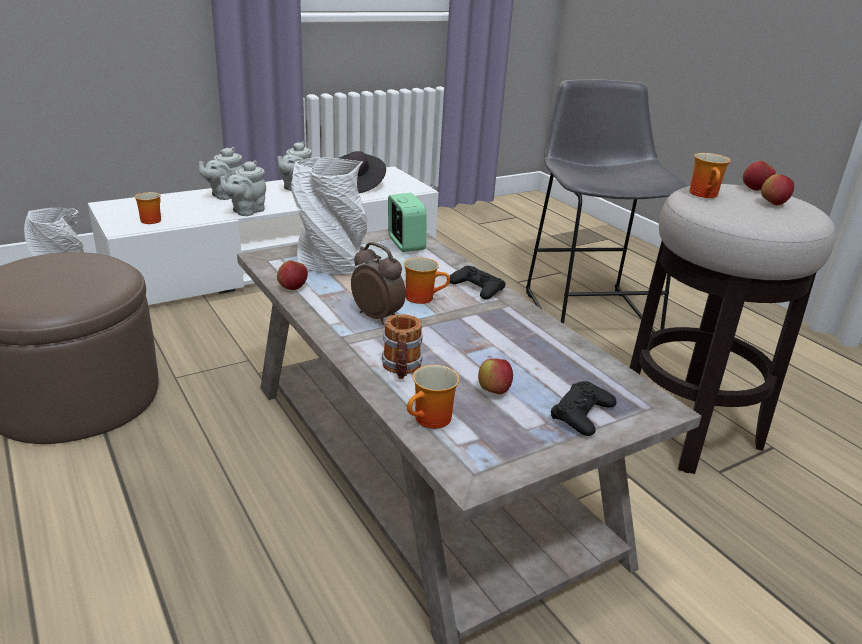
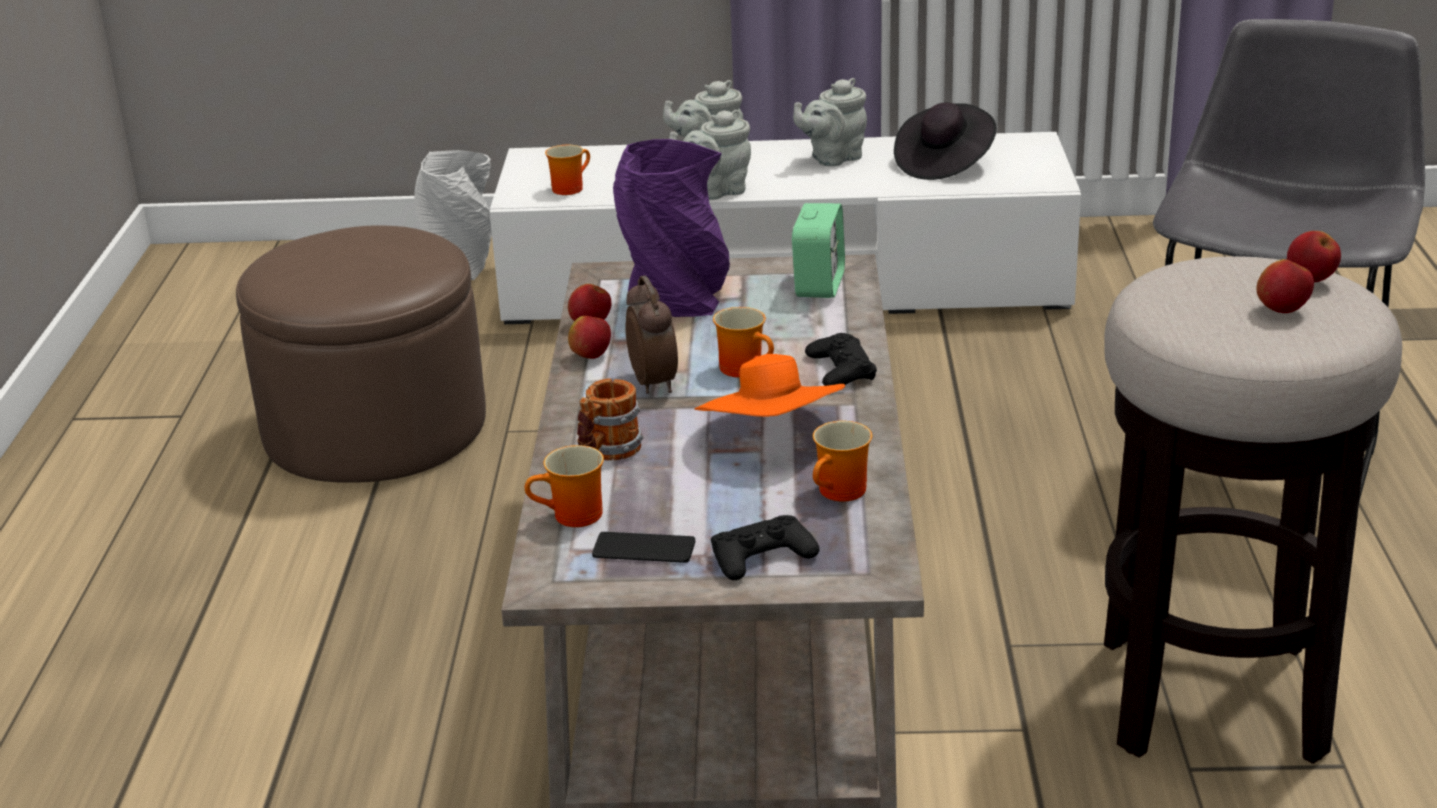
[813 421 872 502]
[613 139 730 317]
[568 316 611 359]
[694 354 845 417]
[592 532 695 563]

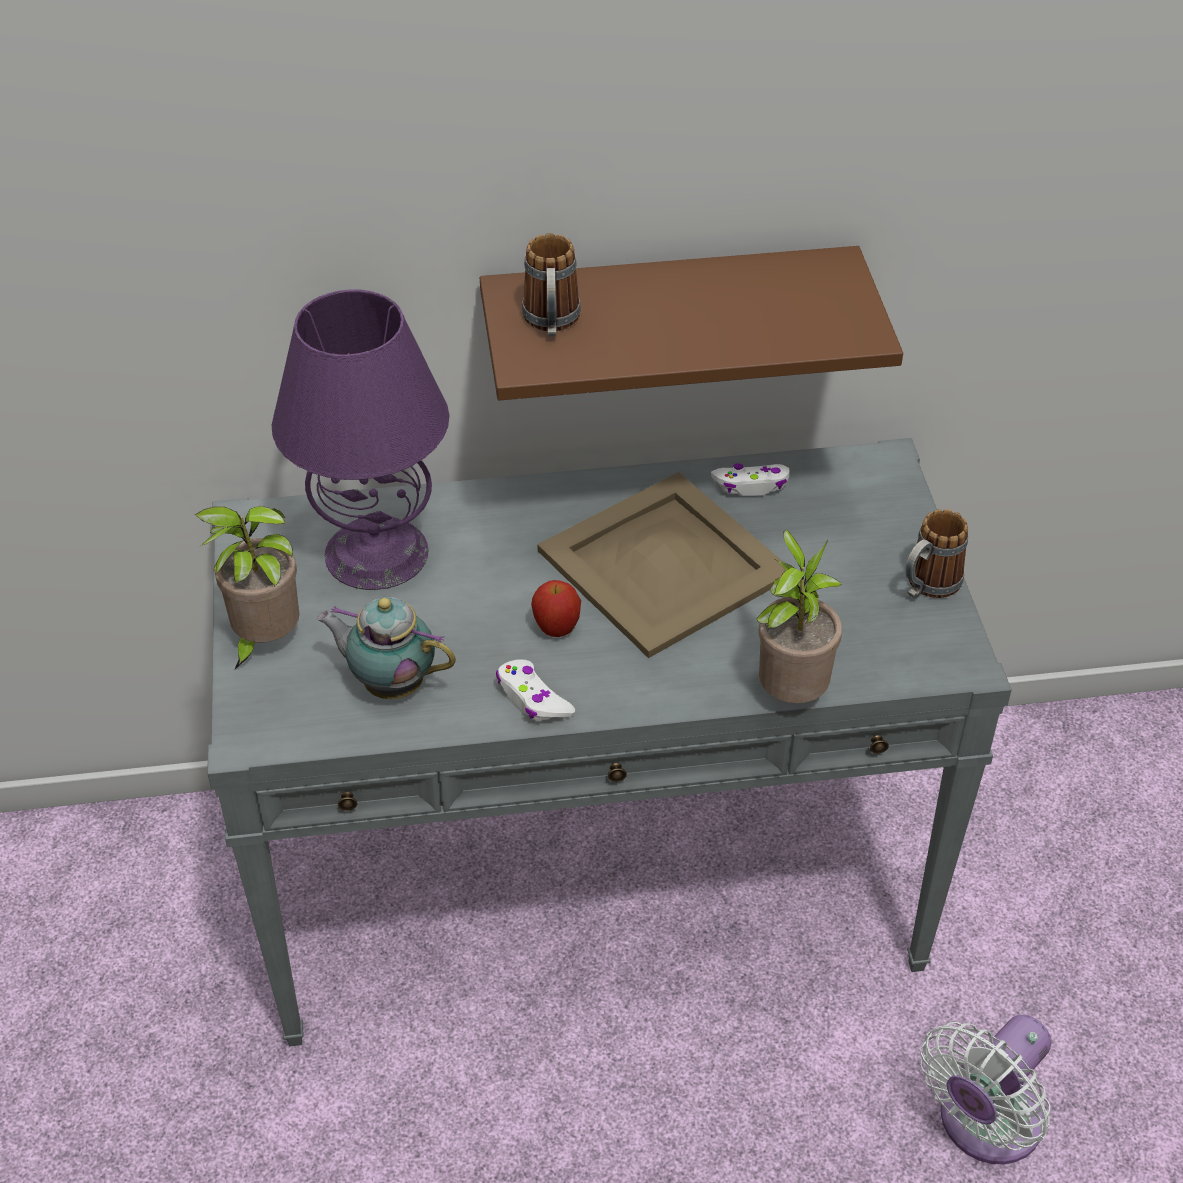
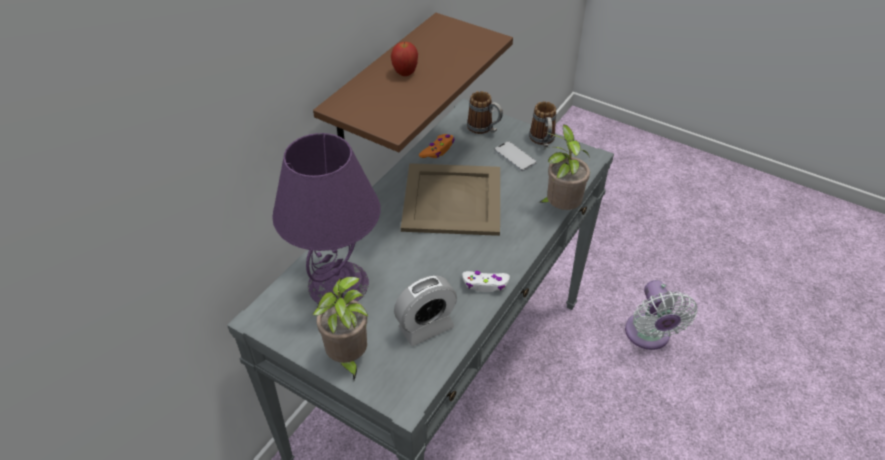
[467 91 503 134]
[419 134 455 158]
[391 42 418 76]
[394 275 457 346]
[494 141 537 171]

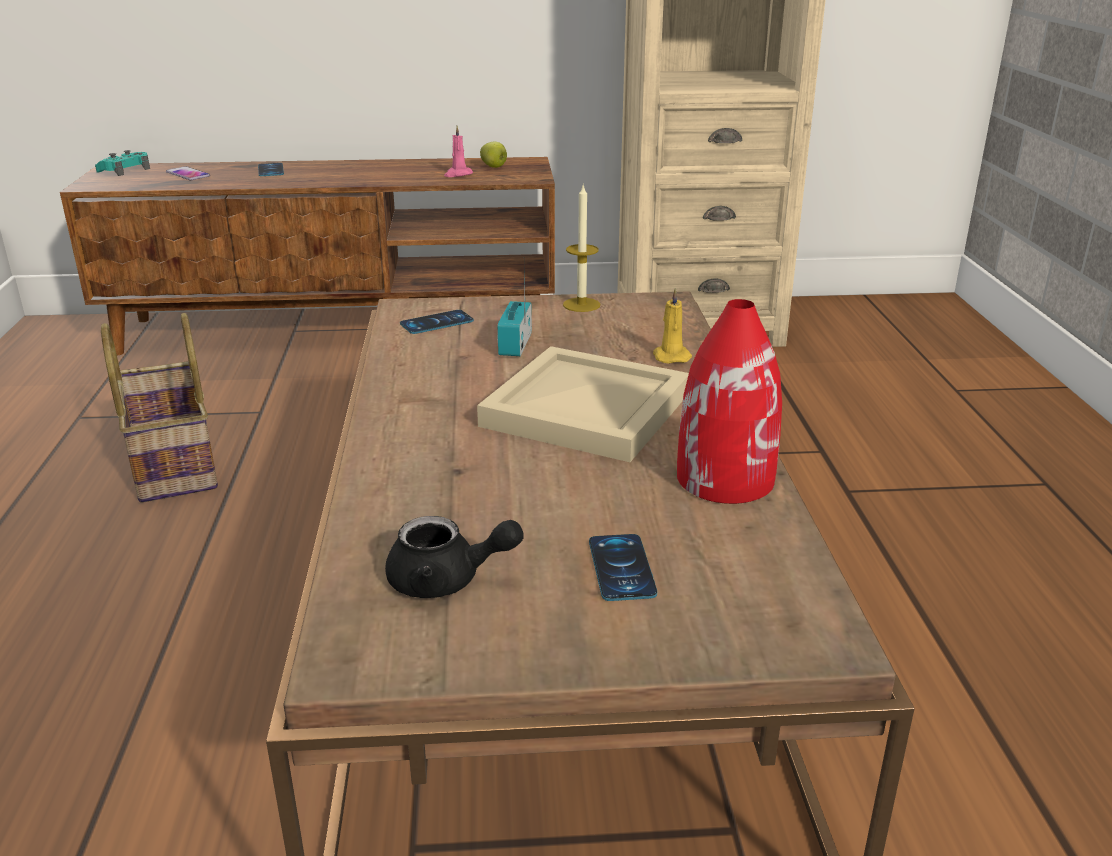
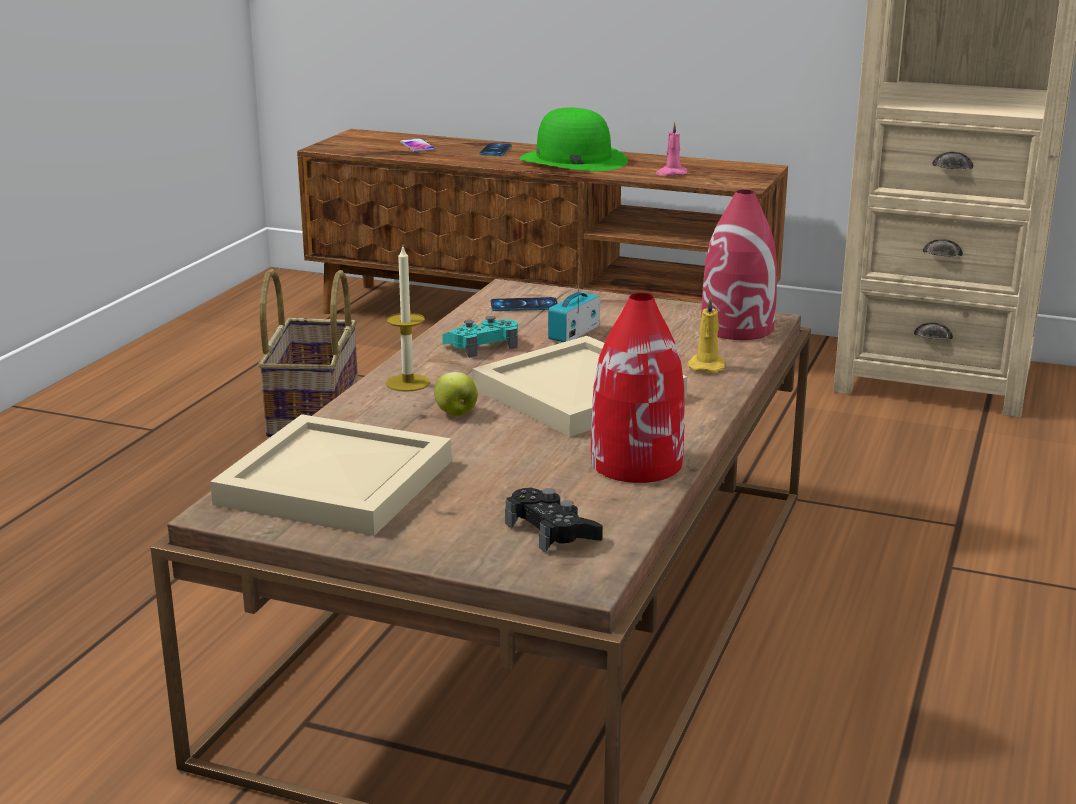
[434 372 478 416]
[442 316 518 358]
[386 247 430 392]
[210 414 452 536]
[589 534 657 601] (first image)
[520 108 628 171]
[701 189 777 340]
[505 487 603 553]

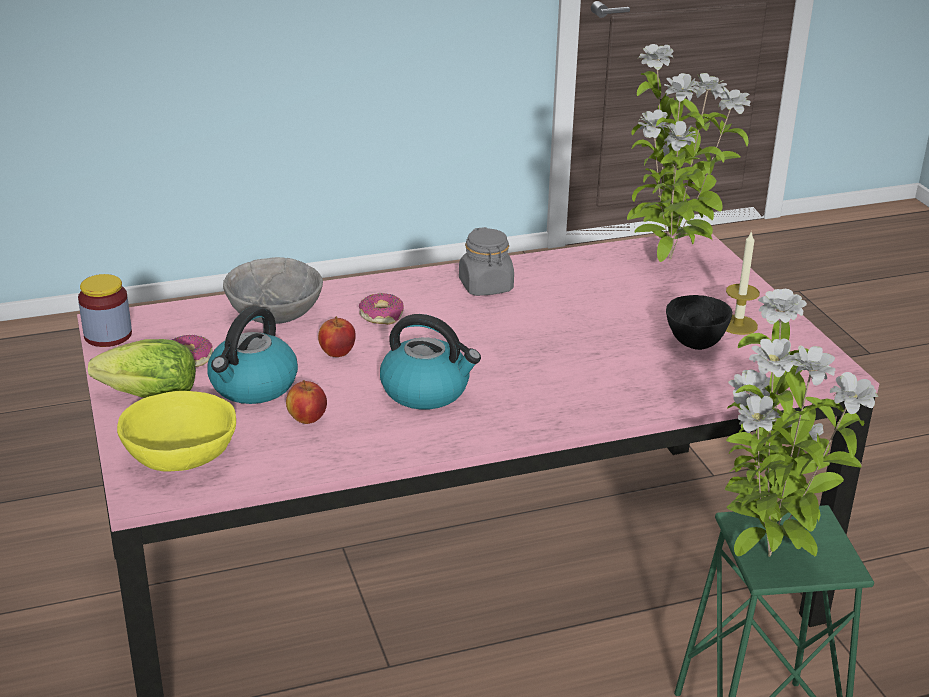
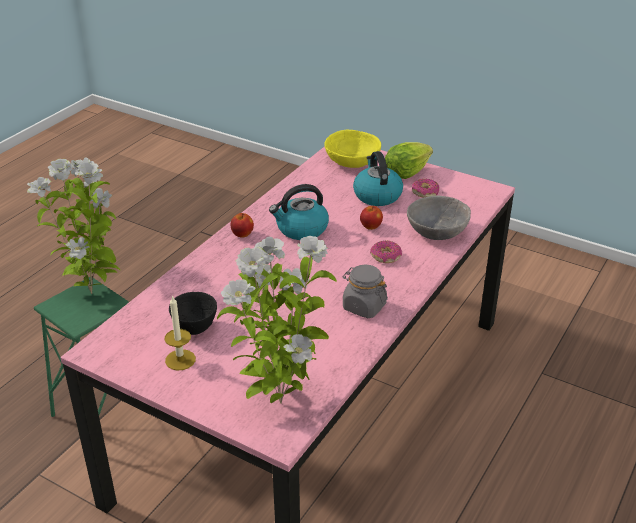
[78 274 132 347] (first image)
[231 213 254 238]

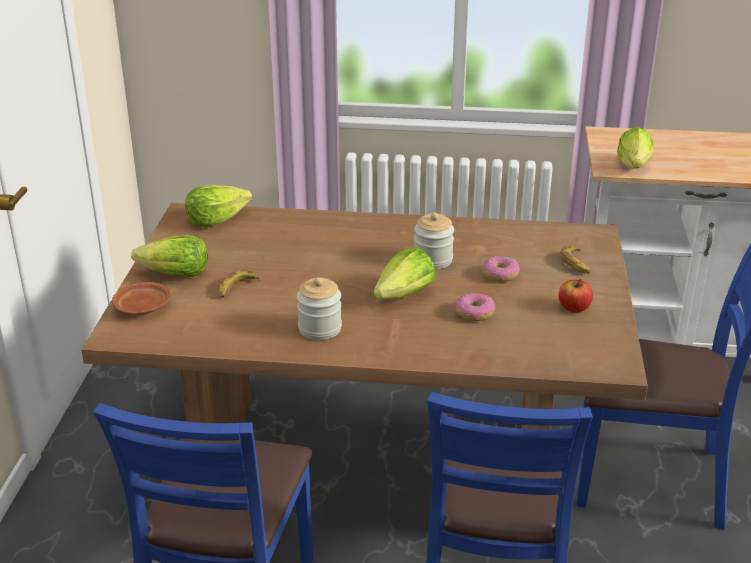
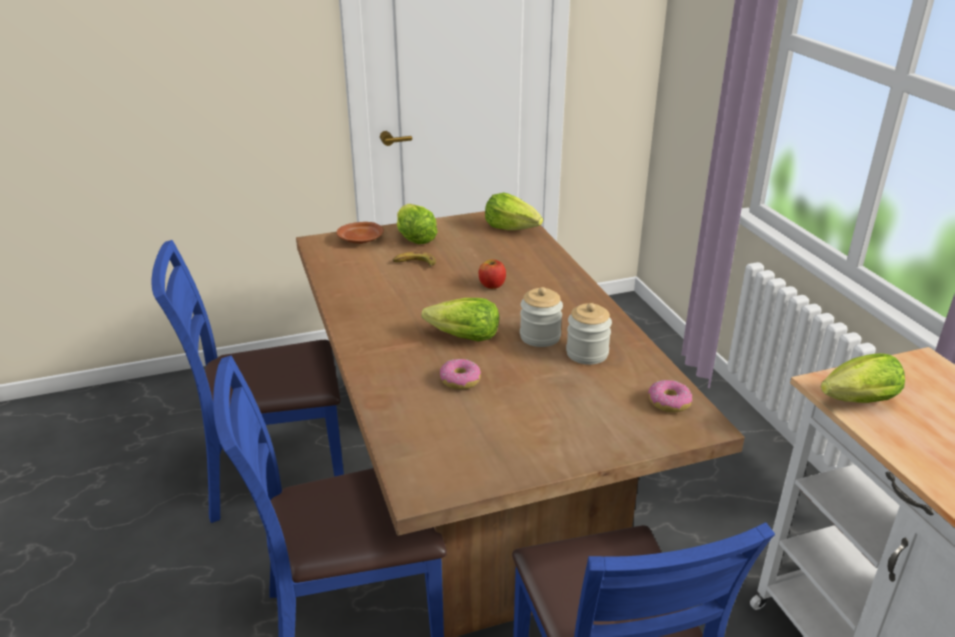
[560 246 591 273] (first image)
[648 380 692 412]
[566 303 612 365]
[479 259 506 289]

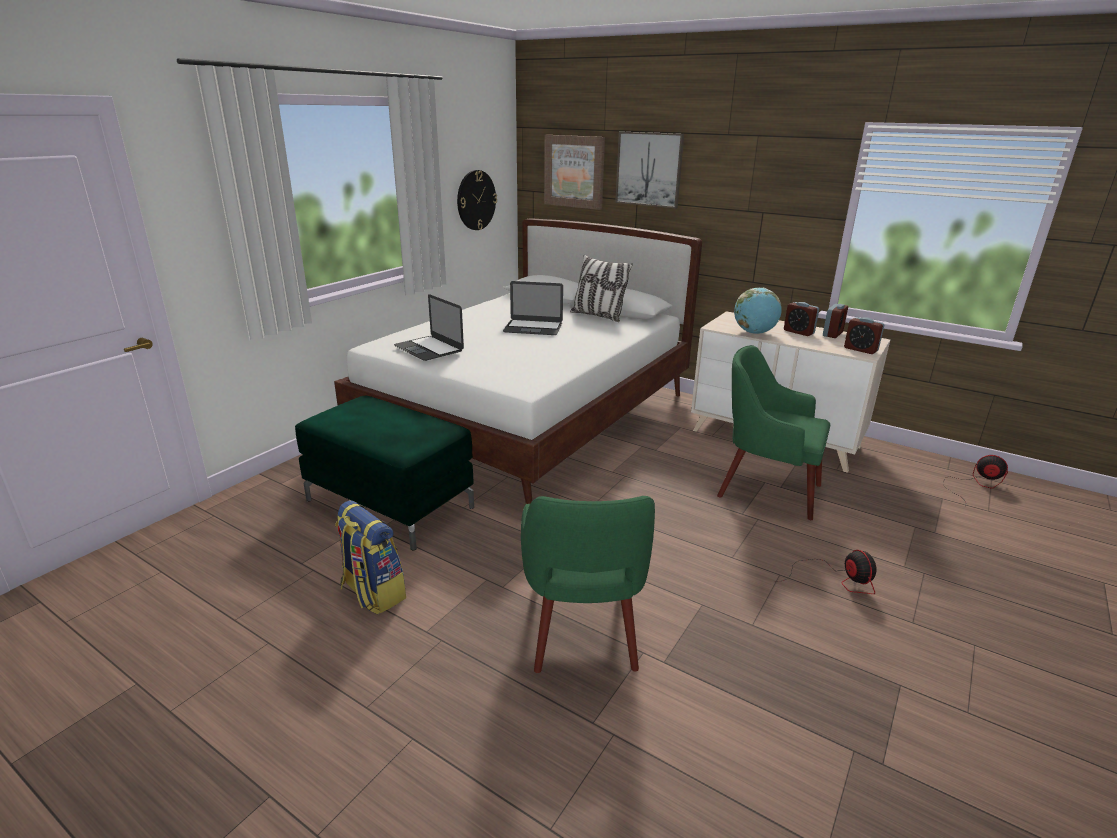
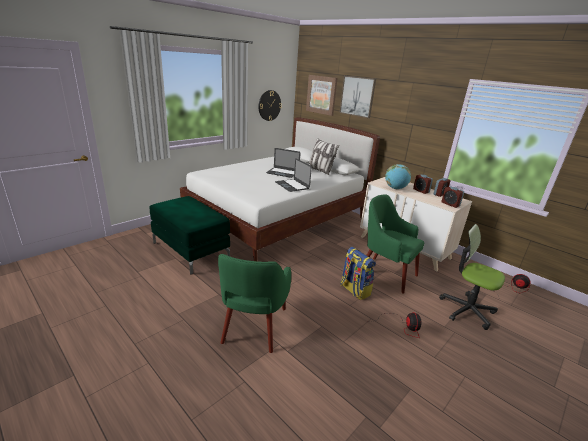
[275 158 312 192]
[340 247 376 300]
[439 224 505 330]

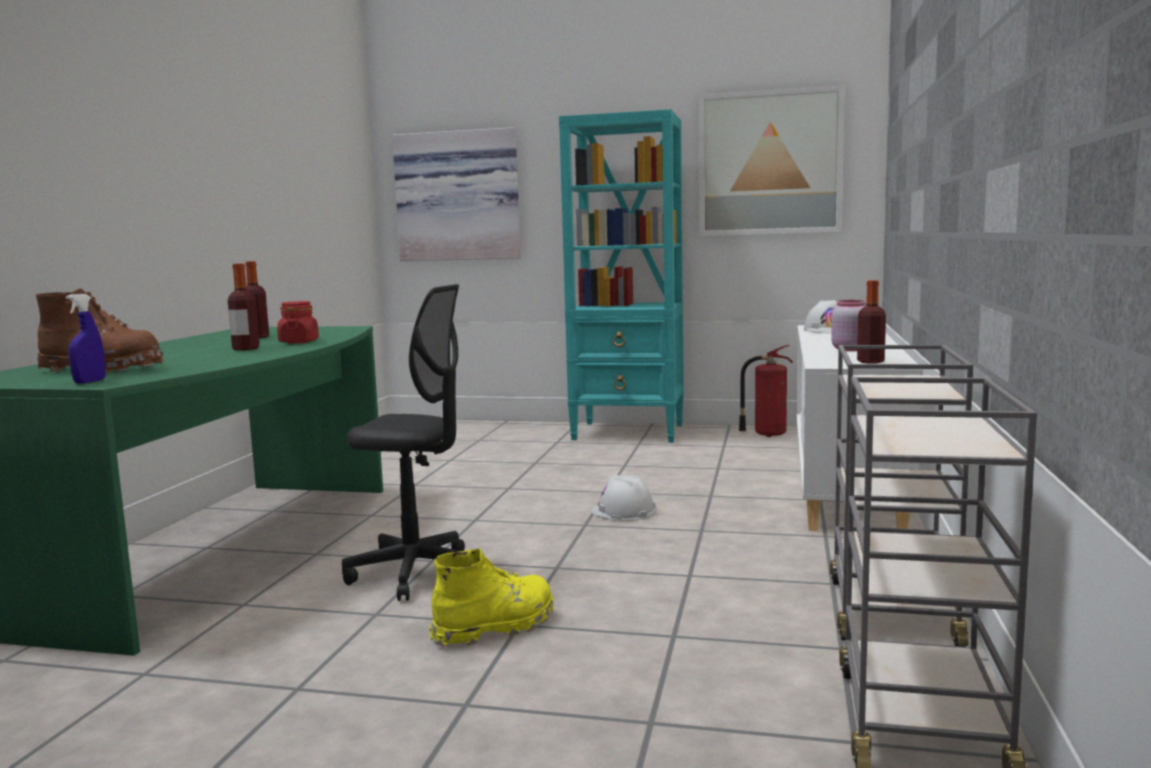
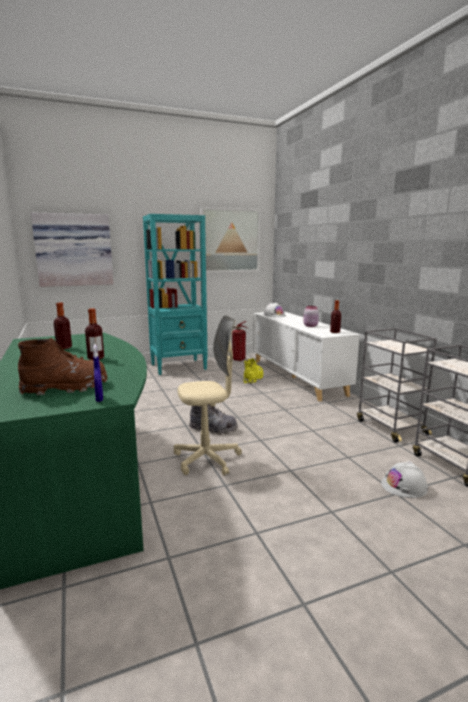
[174 315 242 476]
[277 301 319 344] (first image)
[381 461 428 498]
[244 358 264 384]
[189 404 238 435]

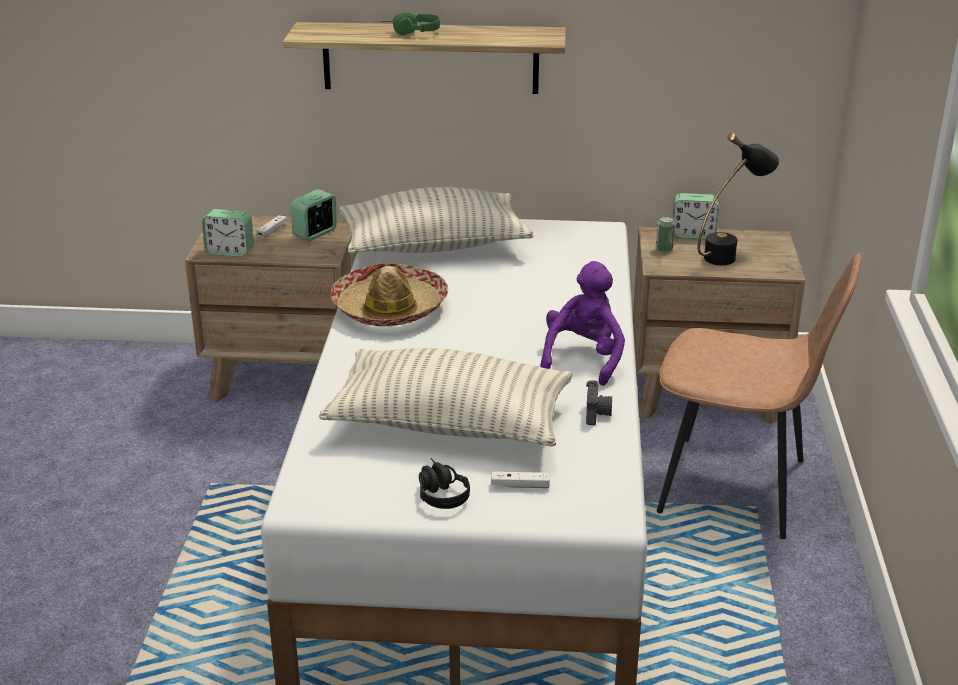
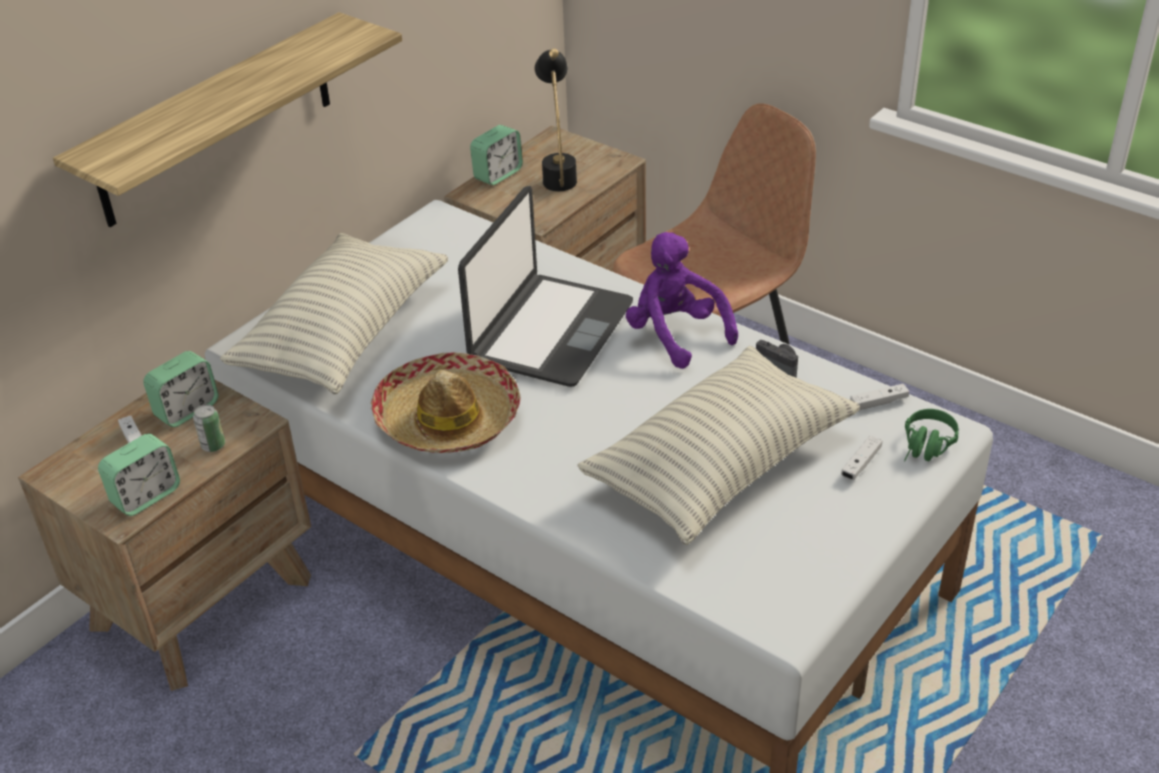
[904 409 959 461]
[143 351 219 427]
[193 404 225 452]
[419 458 470 509] (first image)
[458 186 633 387]
[850 384 909 410]

